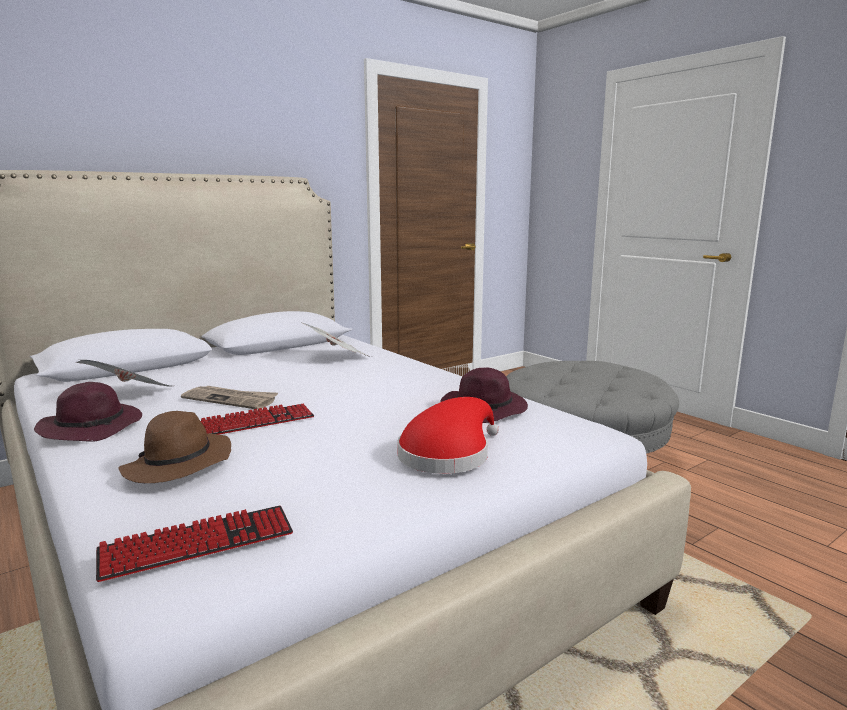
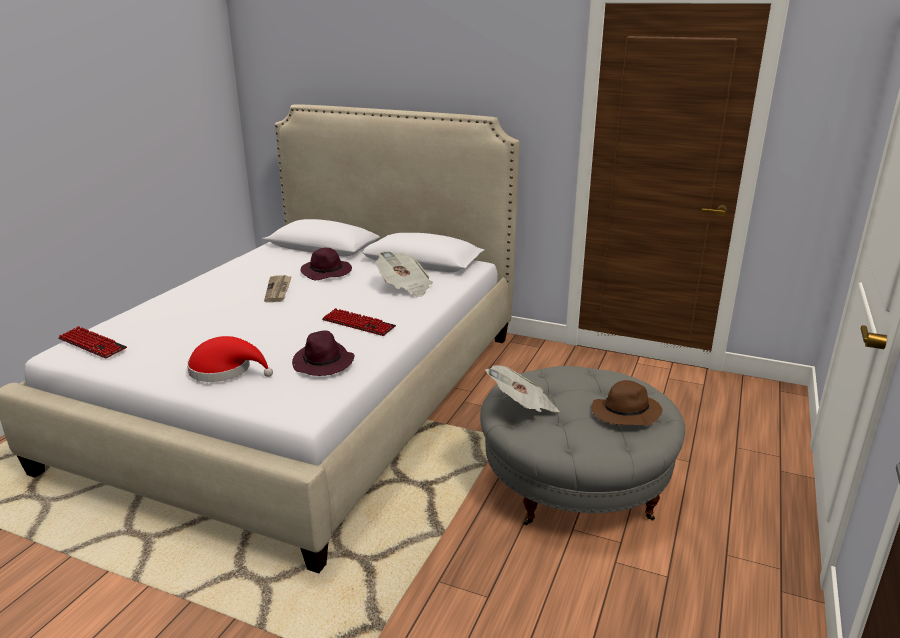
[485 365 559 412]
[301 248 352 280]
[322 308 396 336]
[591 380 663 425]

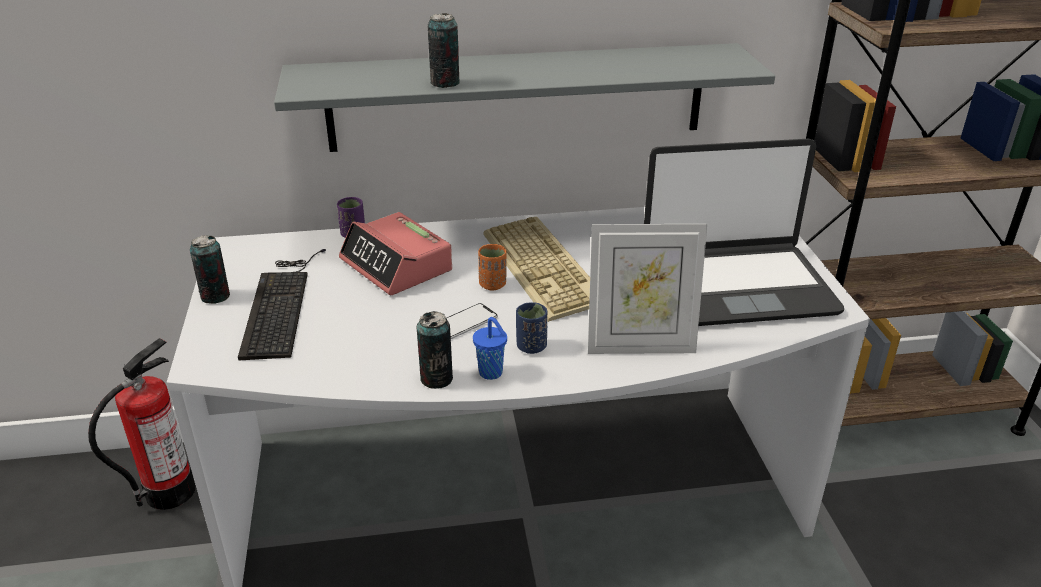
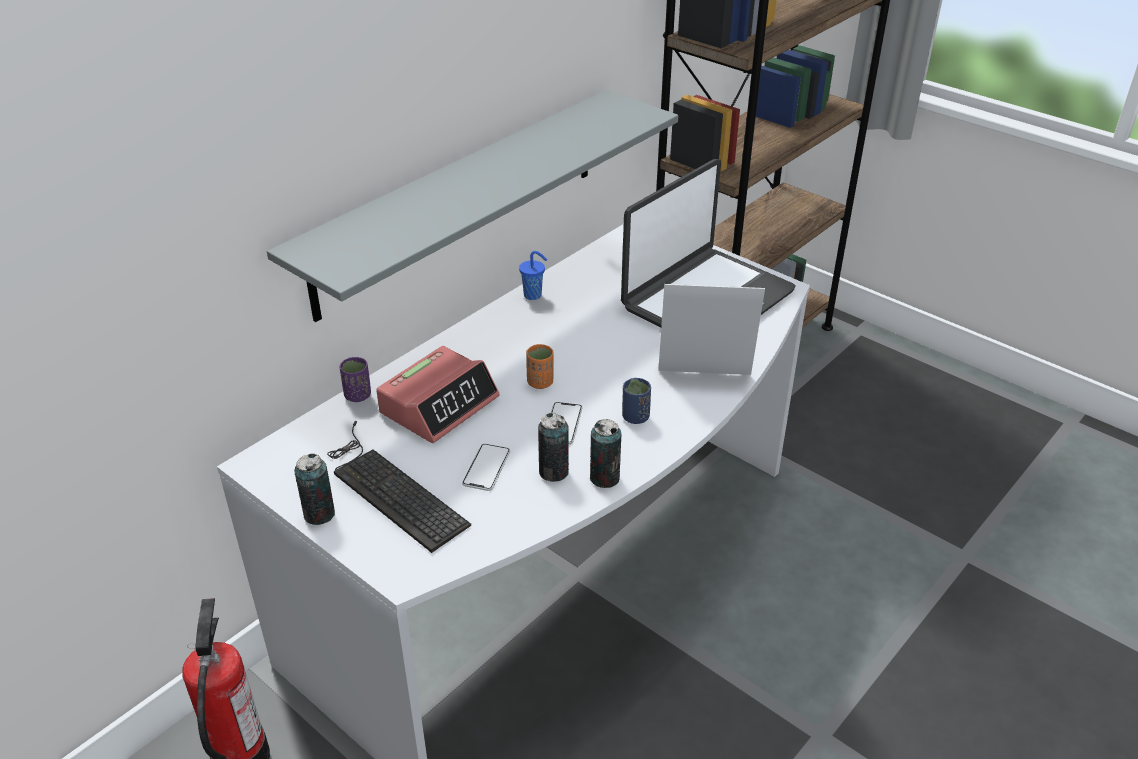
[538 413 569 482]
[376 346 500 443]
[483 217 590 322] (first image)
[658 284 765 375]
[519 251 548 300]
[462 444 510 491]

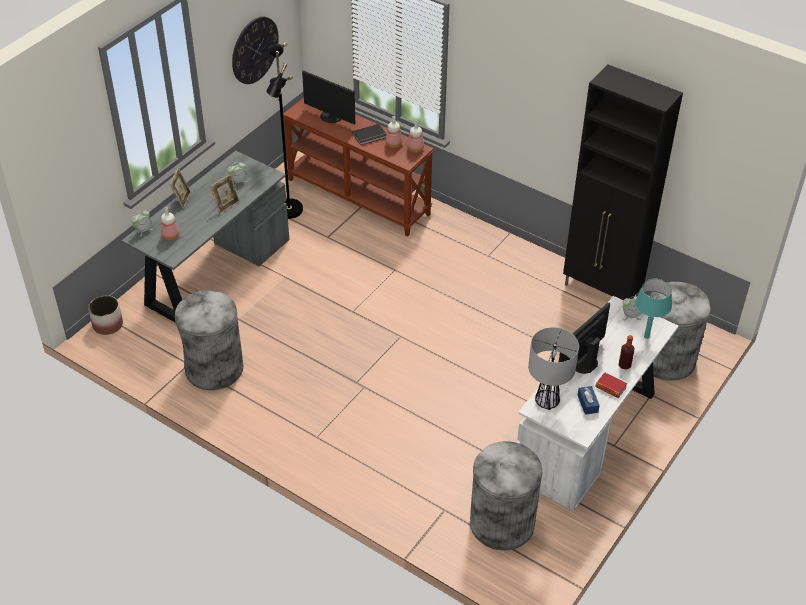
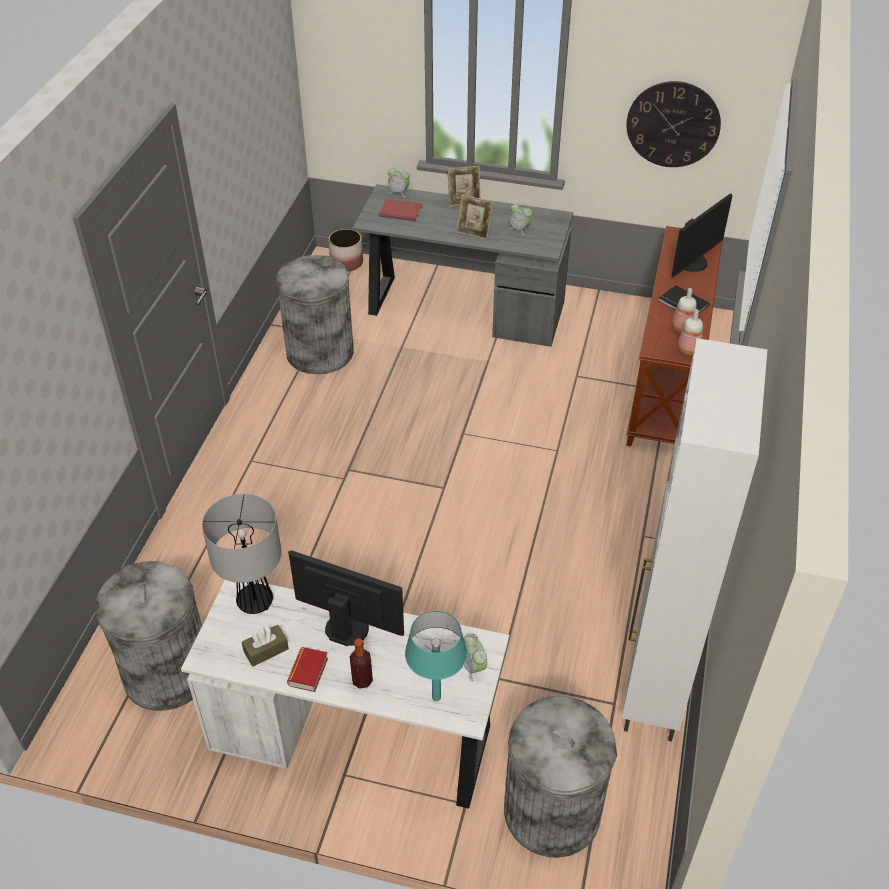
[266 42 303 219] (first image)
[622 338 767 742]
[672 194 733 277]
[379 199 422 221]
[242 625 289 667]

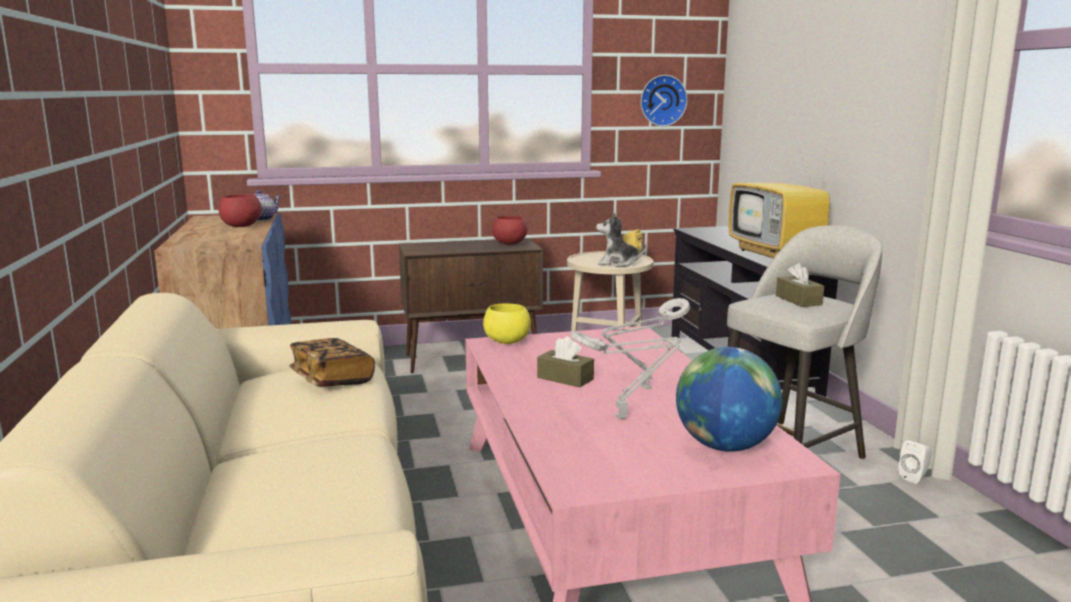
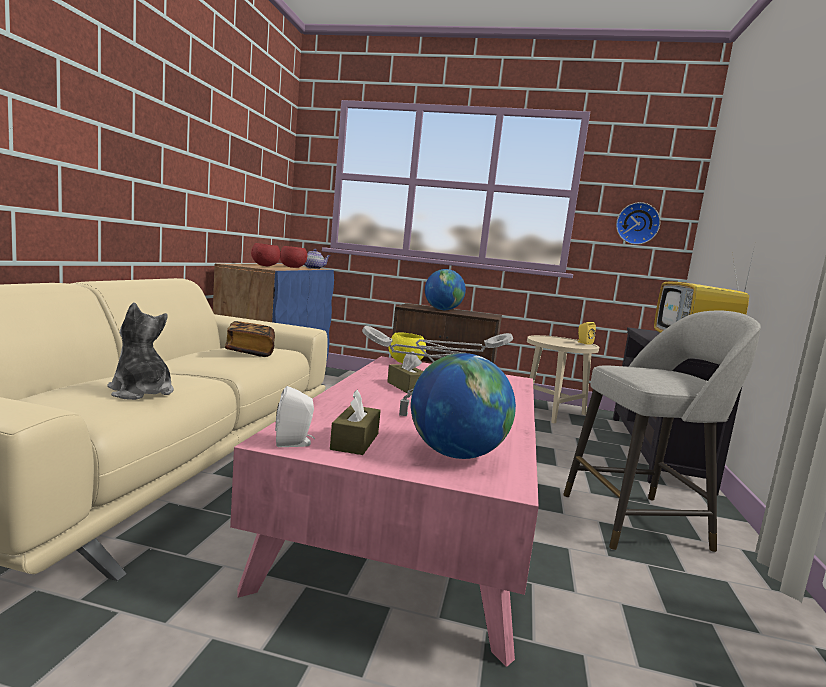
[108 302 174 400]
[251 243 281 266]
[330 390 381 455]
[275 386 315 447]
[425 269 466 310]

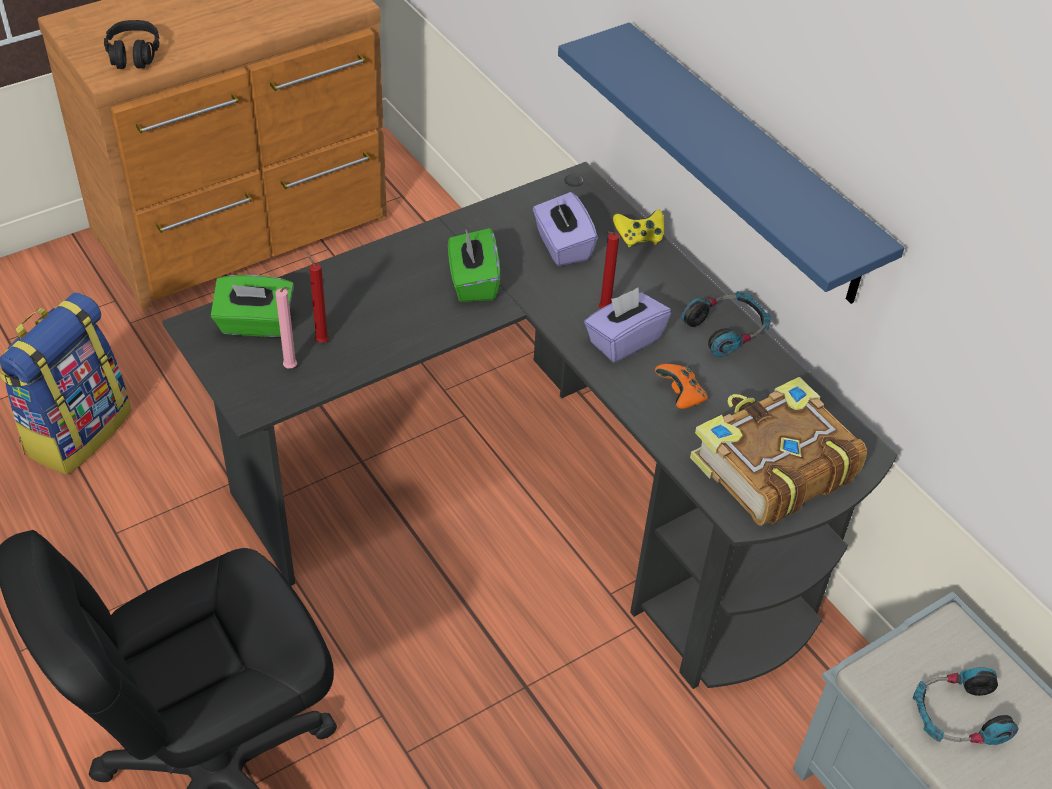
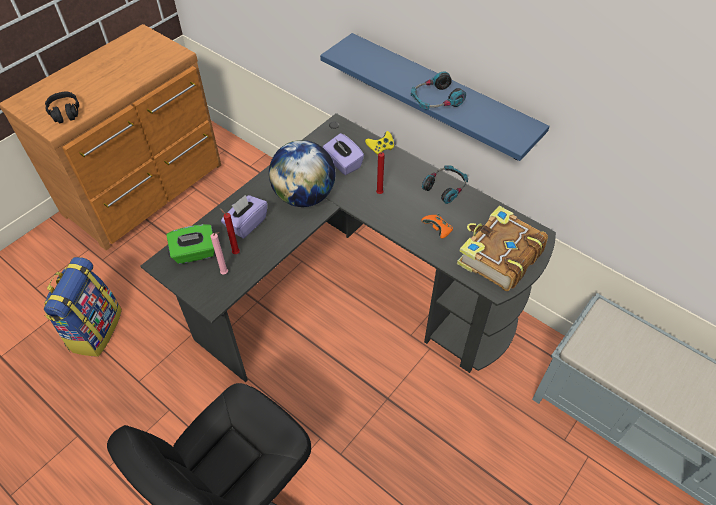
[269 140 336 207]
[221 195 268 238]
[411 71 466 110]

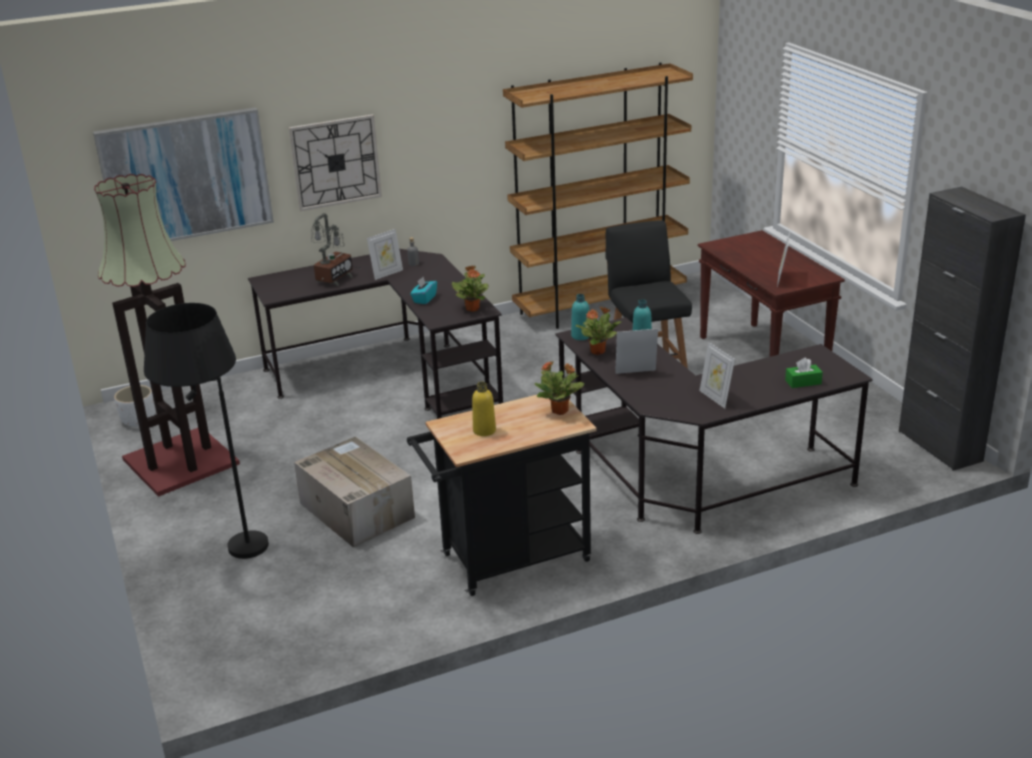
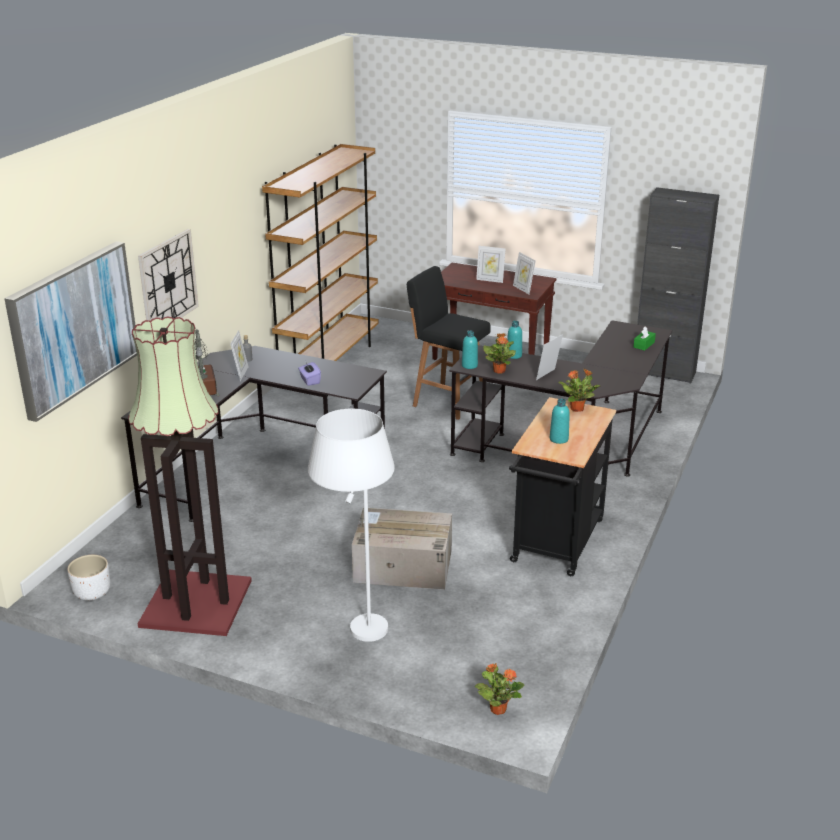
[475 663 524 715]
[298 362 321 386]
[308 409 395 642]
[476 246 506 283]
[550 398 570 444]

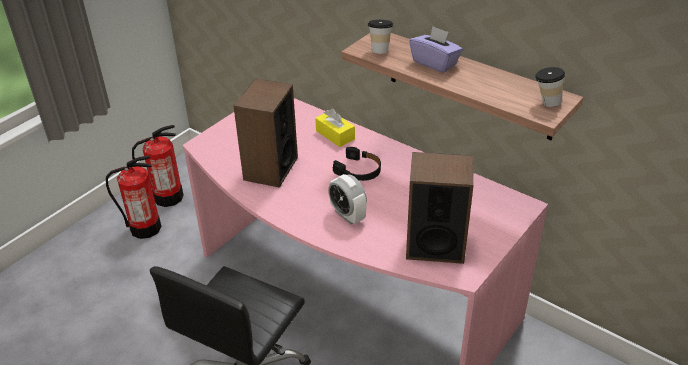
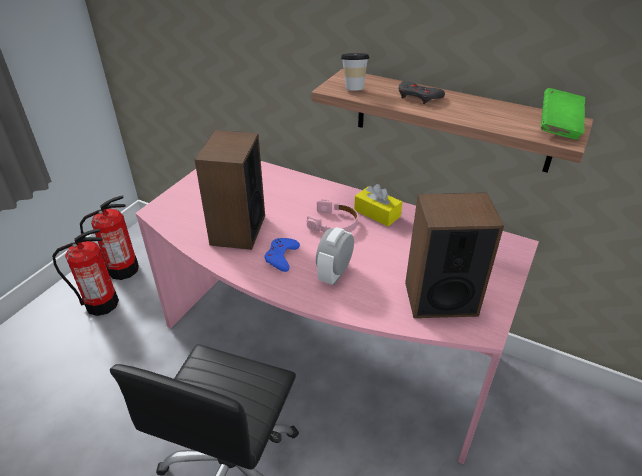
[399 81 445 104]
[541 88 585 140]
[354 184 402 227]
[307 199 358 232]
[316 227 354 285]
[265 238 300 272]

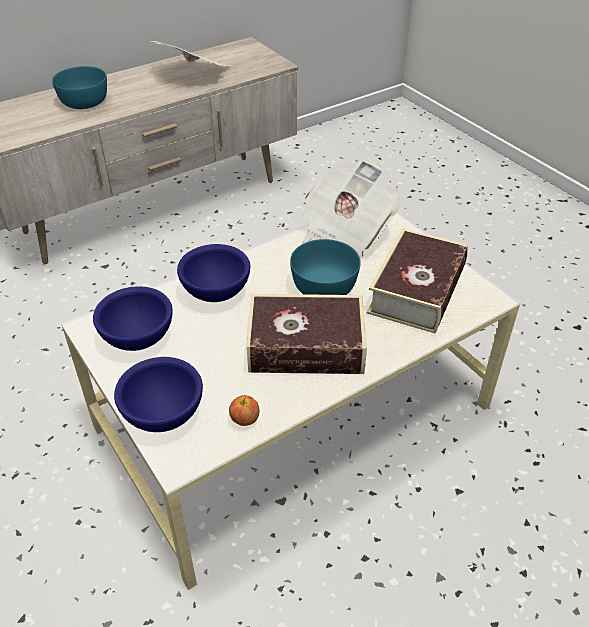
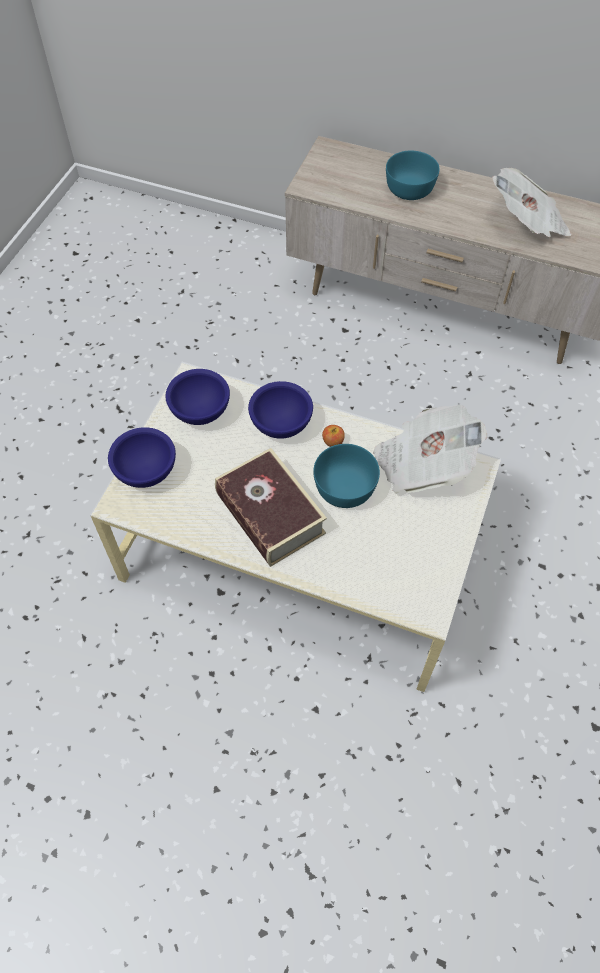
[367 228 468 334] (first image)
[322 425 345 447]

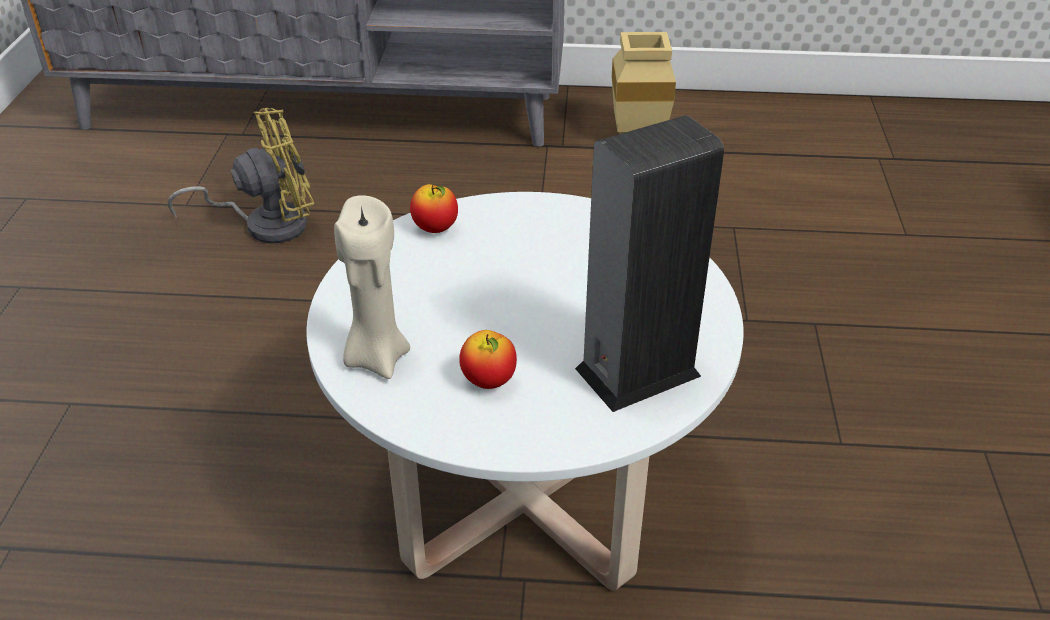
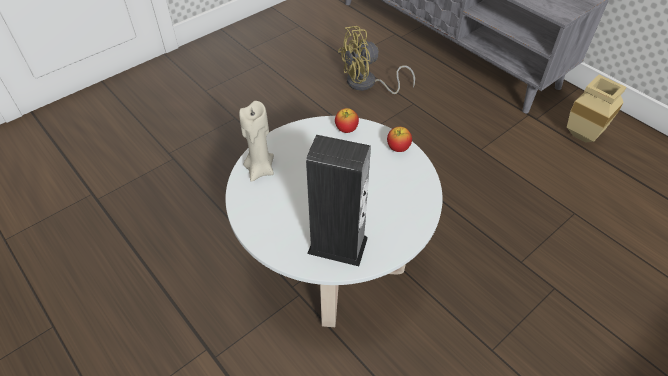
[338 26 415 94]
[387 127 412 152]

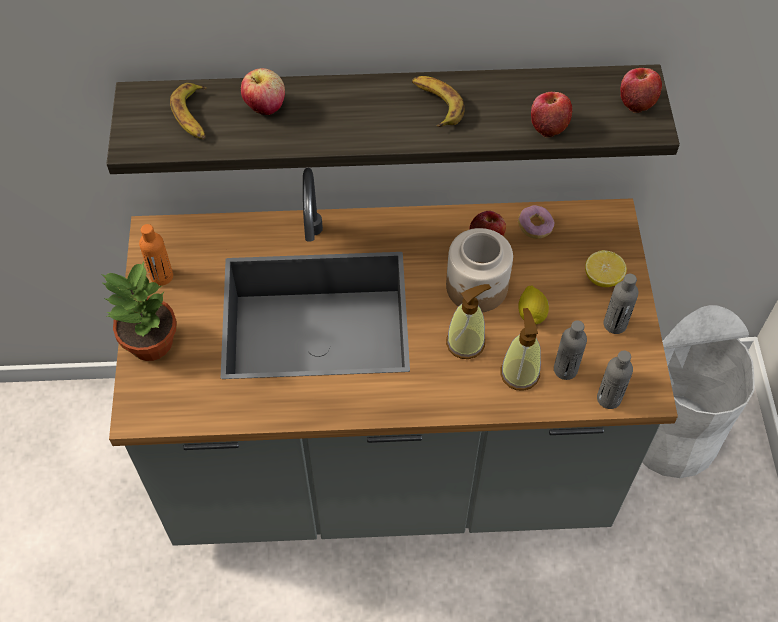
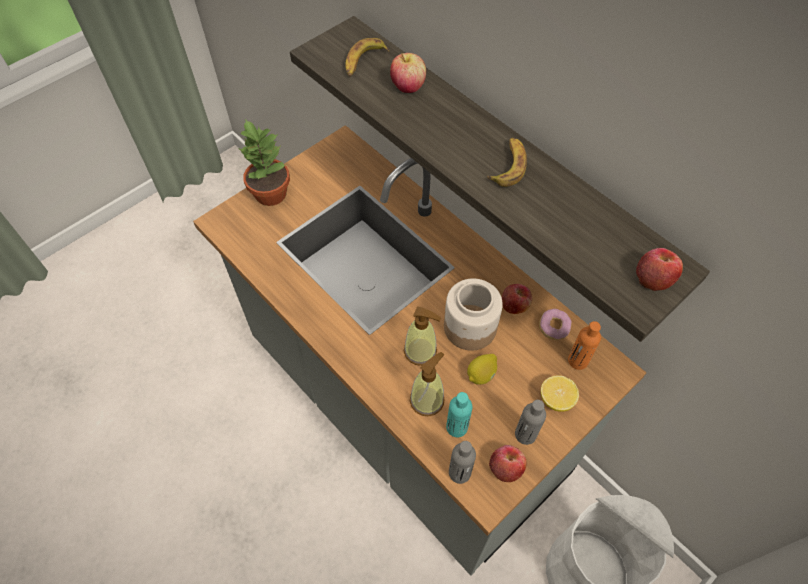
[489 445 527 482]
[568 321 601 370]
[446 392 472 438]

